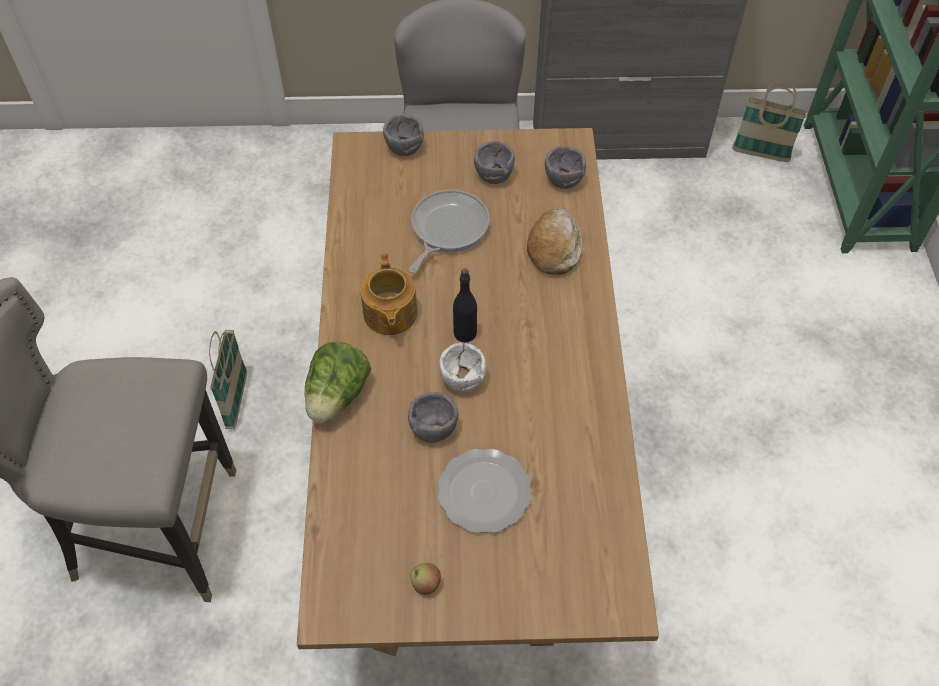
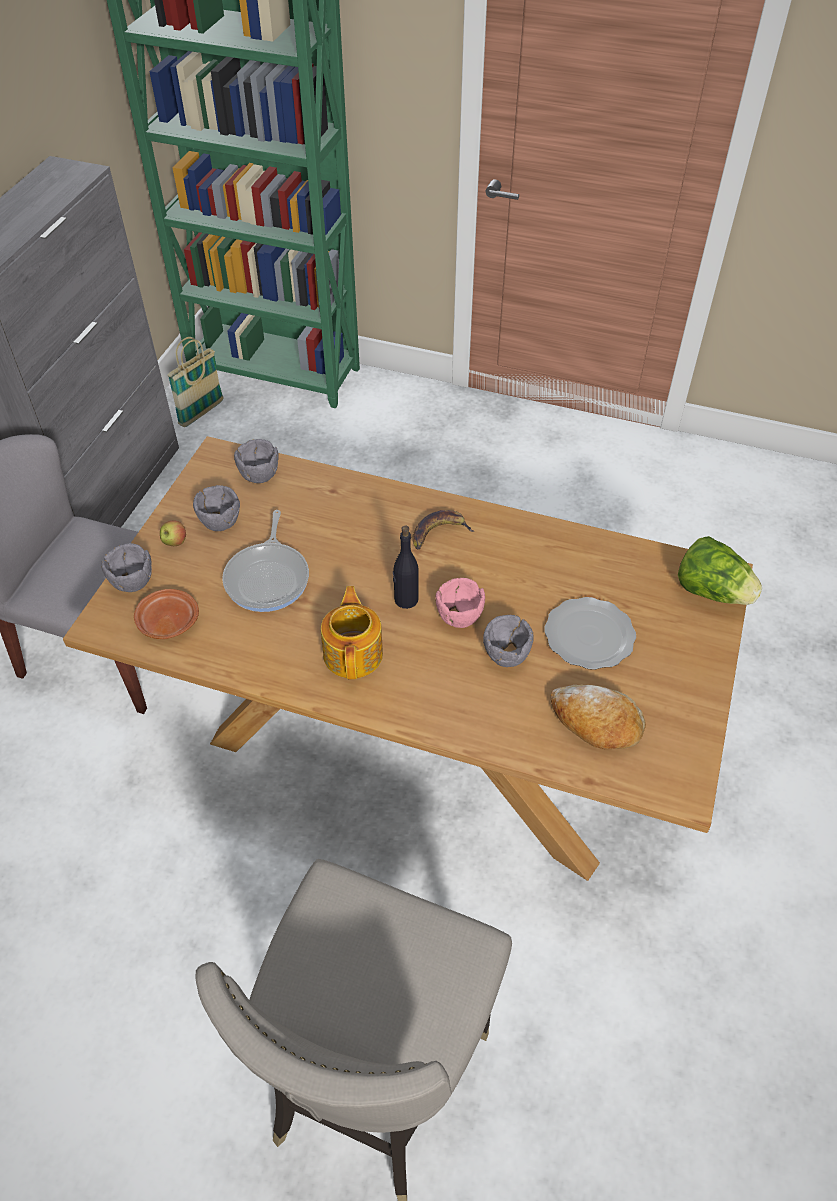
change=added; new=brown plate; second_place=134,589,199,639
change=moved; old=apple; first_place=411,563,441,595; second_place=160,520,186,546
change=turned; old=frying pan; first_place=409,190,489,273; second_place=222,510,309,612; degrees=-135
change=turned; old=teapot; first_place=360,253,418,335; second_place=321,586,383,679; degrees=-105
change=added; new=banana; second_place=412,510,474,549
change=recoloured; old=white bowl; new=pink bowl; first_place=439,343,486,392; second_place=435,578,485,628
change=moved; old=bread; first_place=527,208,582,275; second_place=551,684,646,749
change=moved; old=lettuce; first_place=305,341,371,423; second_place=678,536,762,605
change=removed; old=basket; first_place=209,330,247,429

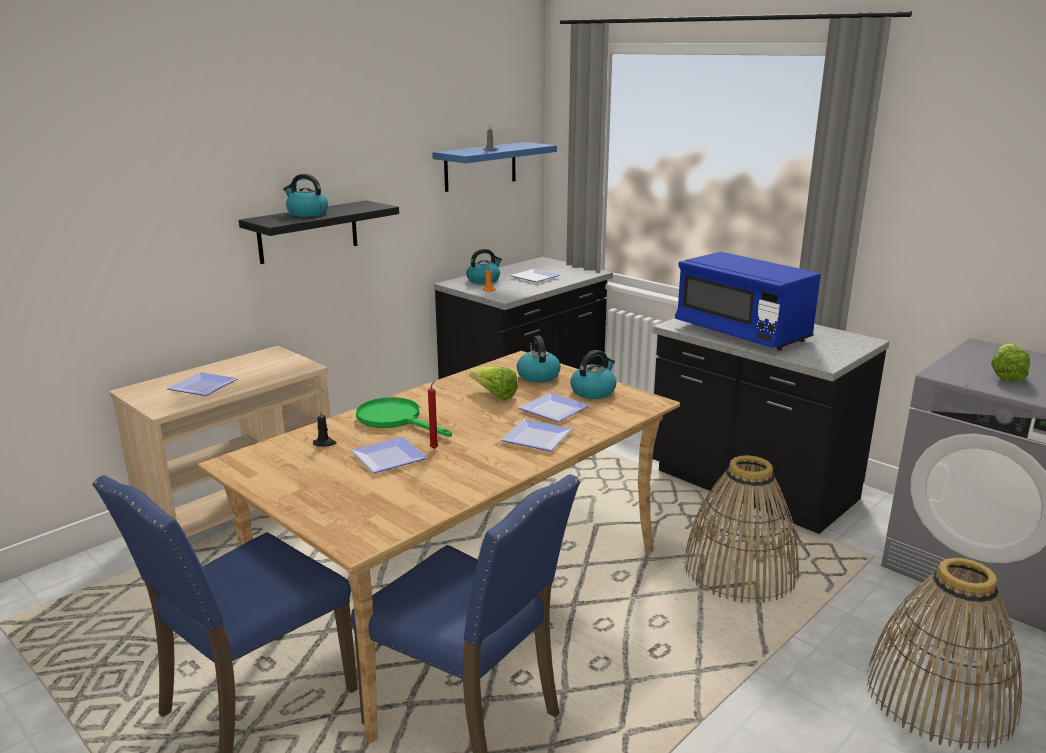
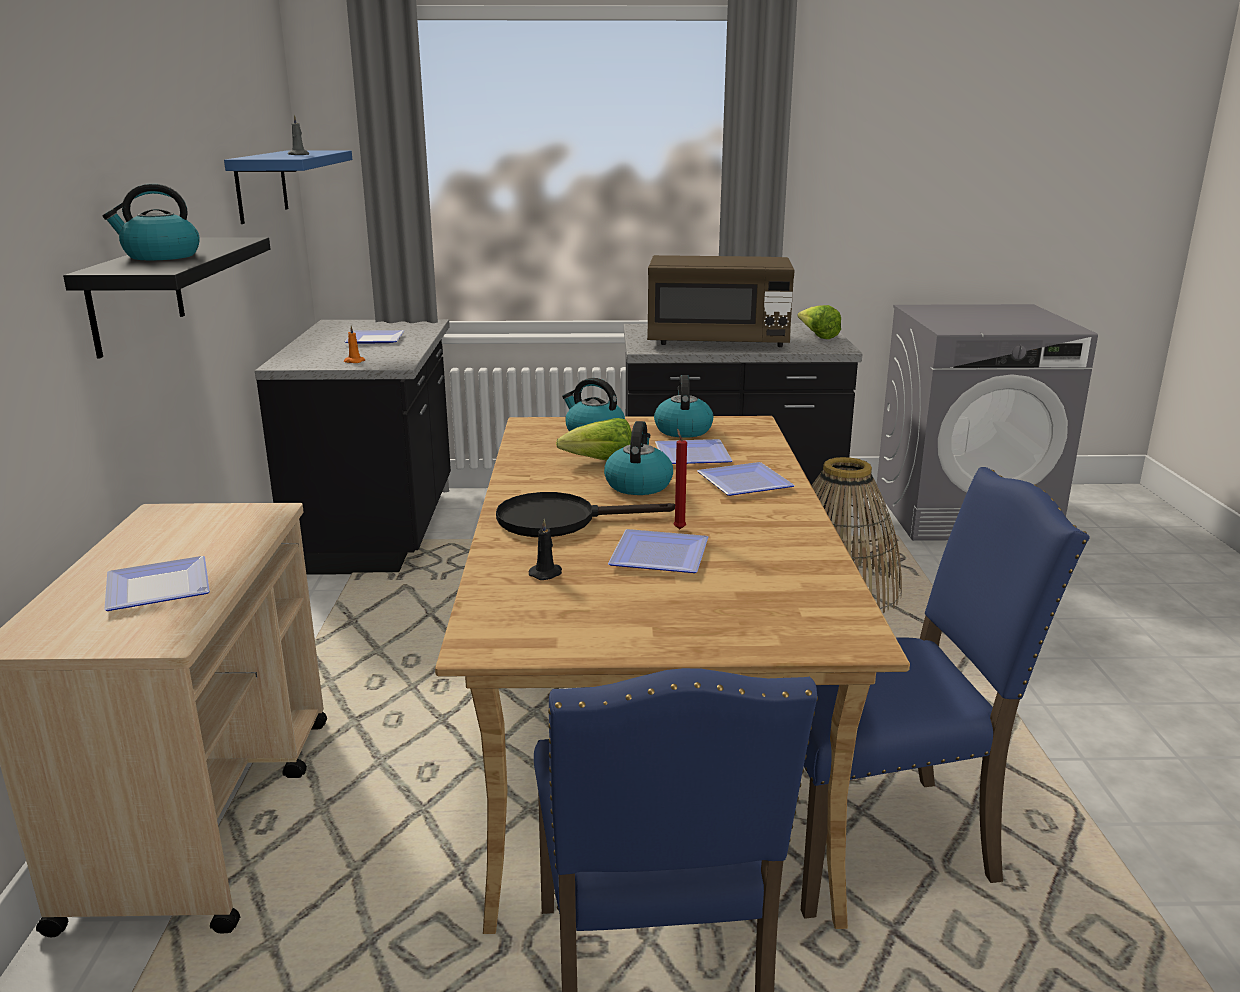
change=recoloured; old=green frying pan; new=black frying pan; first_place=356,397,452,437; second_place=496,492,675,537
change=moved; old=kettle; first_place=466,249,502,284; second_place=604,421,673,495
change=recoloured; old=blue microwave; new=brown microwave; first_place=675,252,821,350; second_place=647,255,795,347
change=moved; old=lettuce; first_place=991,344,1030,382; second_place=797,305,841,339
change=removed; old=basket; first_place=867,558,1022,750

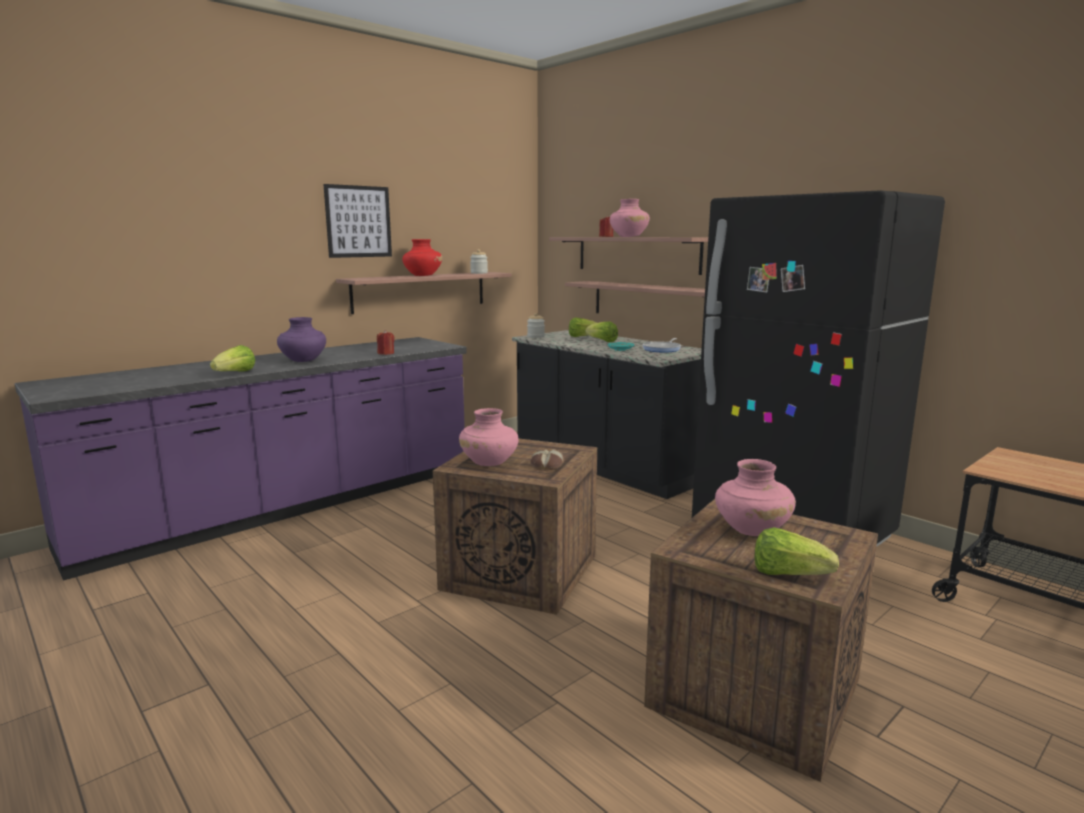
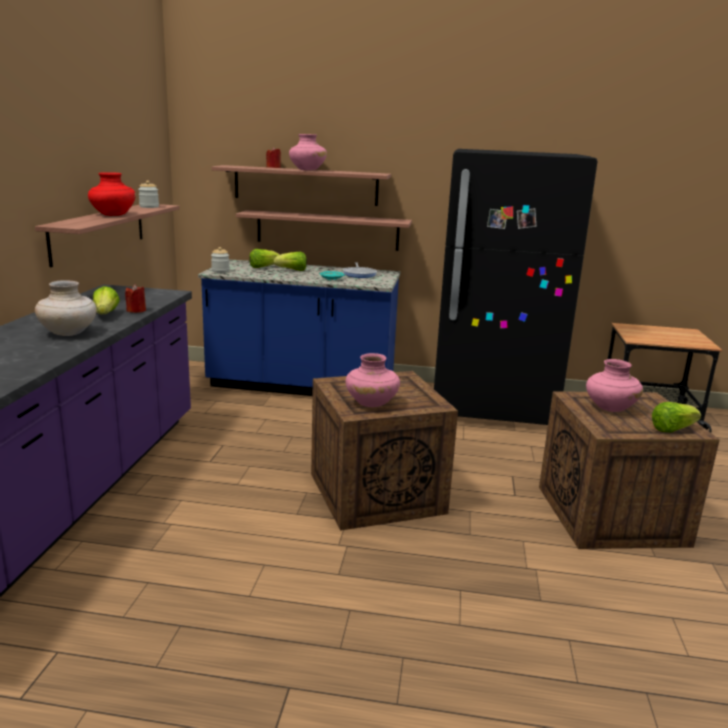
change=recoloured; old=purple vase; new=beige vase; first_place=277,317,326,362; second_place=35,280,97,336
change=moved; old=lettuce; first_place=210,345,255,372; second_place=93,286,120,314
change=recoloured; old=black counter; new=blue counter; first_place=512,330,702,499; second_place=198,259,400,396
change=removed; old=picture; first_place=323,184,392,258
change=removed; old=bread; first_place=530,449,564,470

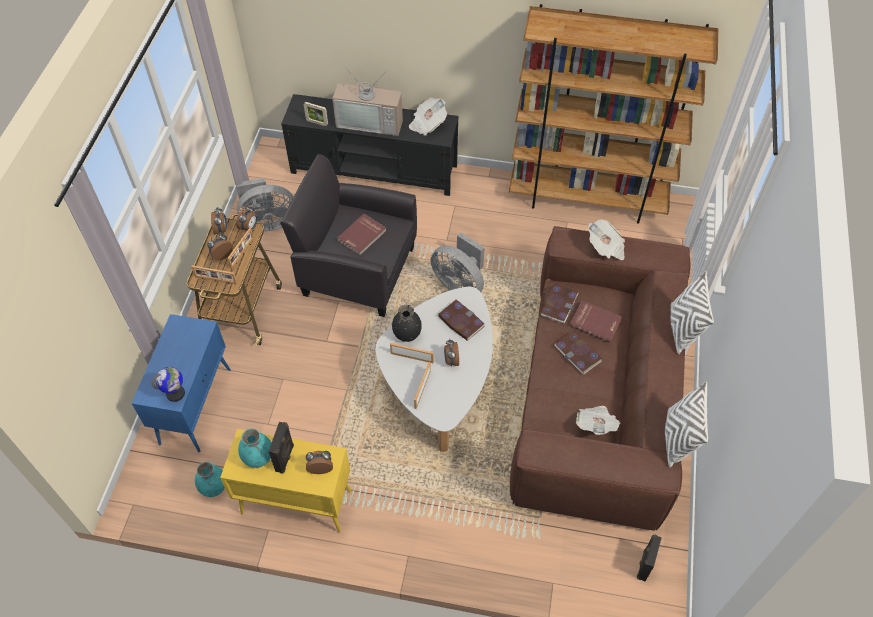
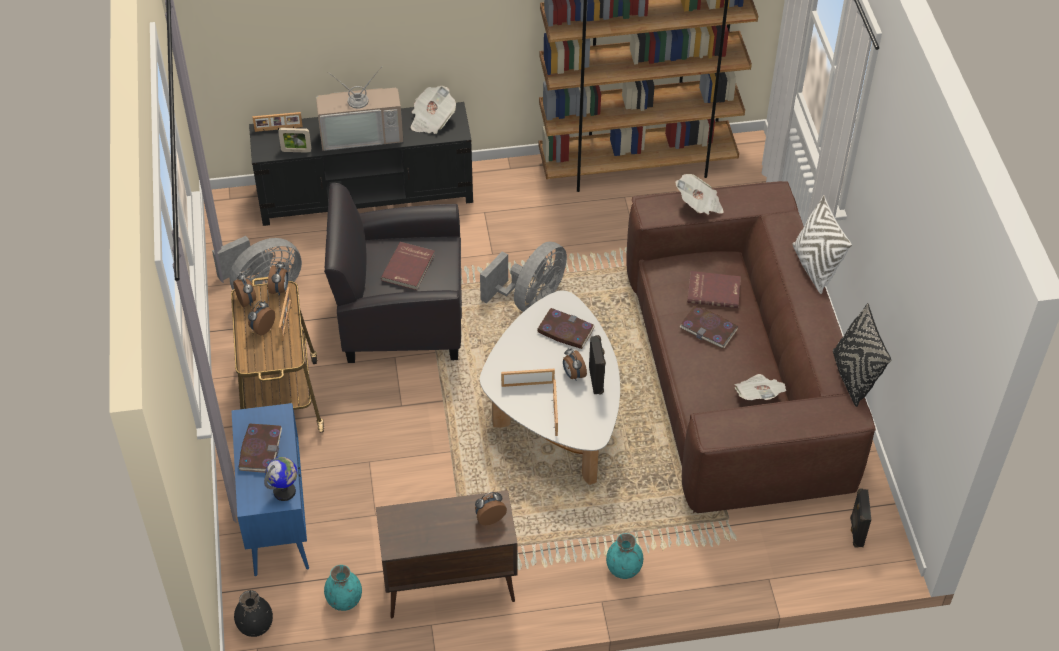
change=moved; old=black vase; first_place=392,305,422,342; second_place=234,590,273,637
change=moved; old=book; first_place=541,283,578,324; second_place=239,423,282,473
change=moved; old=picture frame; first_place=191,265,237,285; second_place=253,112,303,132
change=recoloured; old=yellow cabinet; new=brown cabinet; first_place=220,429,351,533; second_place=376,490,518,618
change=turned; old=grey fan; first_place=431,232,485,292; second_place=480,242,567,312; degrees=-75
change=moved; old=black speaker; first_place=268,422,294,474; second_place=589,335,606,395
change=moved; old=turquoise vase; first_place=238,428,271,468; second_place=606,533,643,579
change=recoloured; old=white pillow; new=black pillow; first_place=665,381,708,467; second_place=833,303,891,407

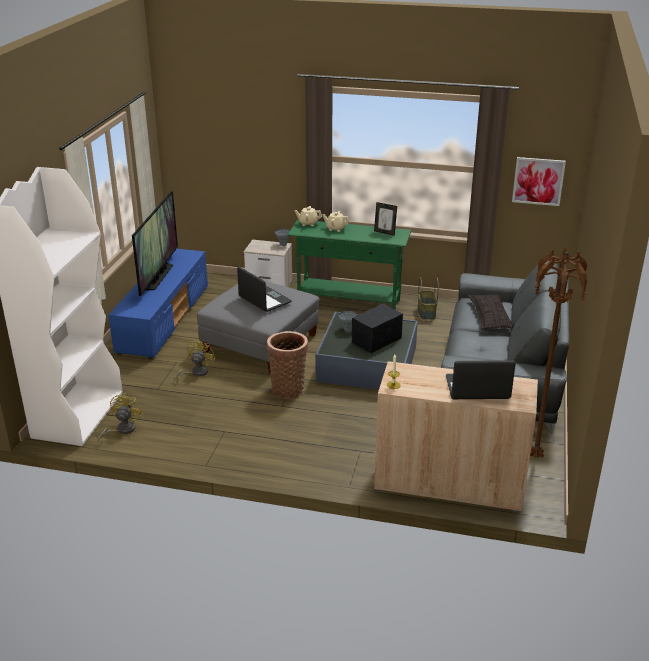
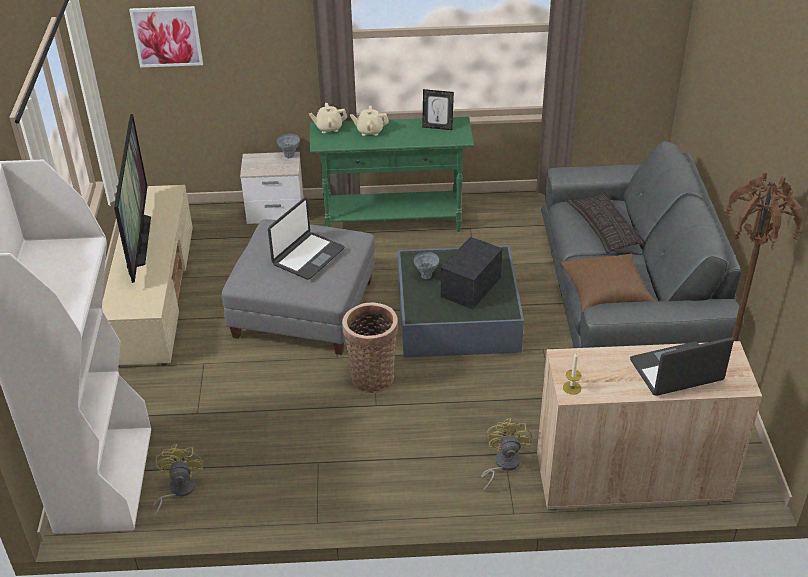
change=recoloured; old=blue tv stand; new=beige tv stand; first_place=108,249,208,359; second_place=102,185,193,367
change=moved; old=picture; first_place=512,157,566,206; second_place=129,6,203,67
change=turned; old=laptop; first_place=237,267,292,312; second_place=268,197,345,280; degrees=90
change=moved; old=yellow fan; first_place=174,339,216,381; second_place=481,418,532,491
change=added; new=brown pillow; second_place=561,253,655,312
change=removed; old=basket; first_place=418,277,439,320

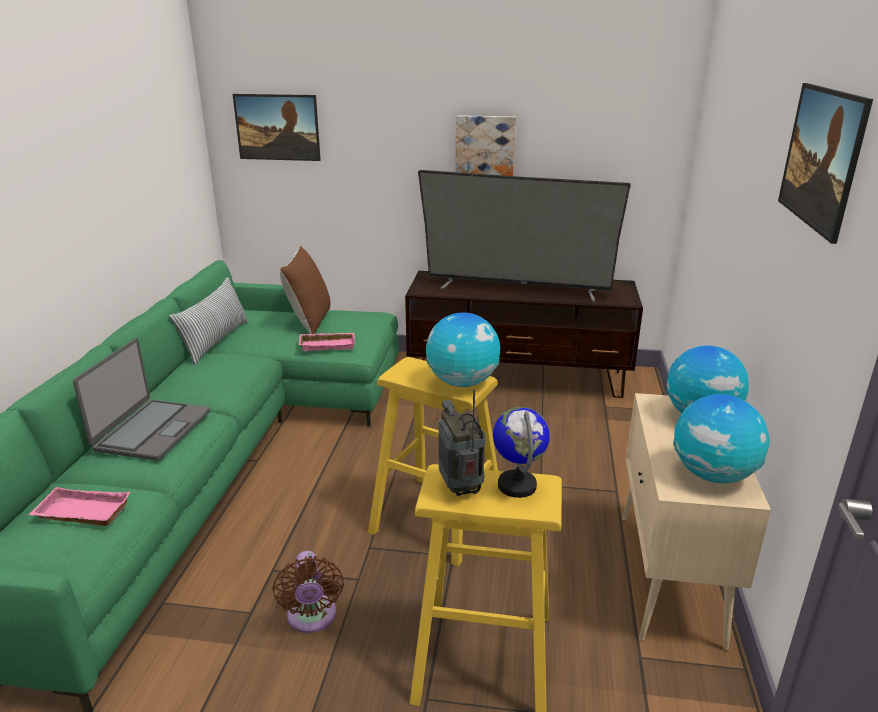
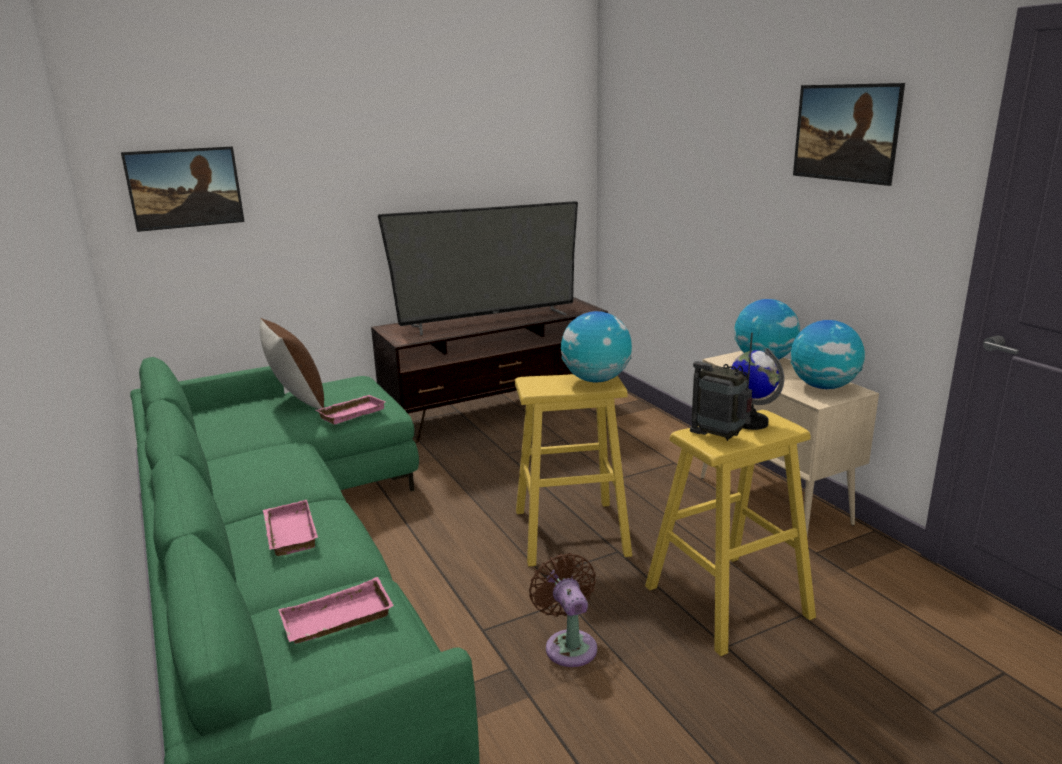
change=replaced; old=laptop; new=pink tray; first_place=73,338,211,461; second_place=263,500,318,556
change=turned; old=brown fan; first_place=272,551,344,633; second_place=529,553,597,667; degrees=-150
change=removed; old=pillow; first_place=169,277,248,365
change=removed; old=picture; first_place=455,115,516,176

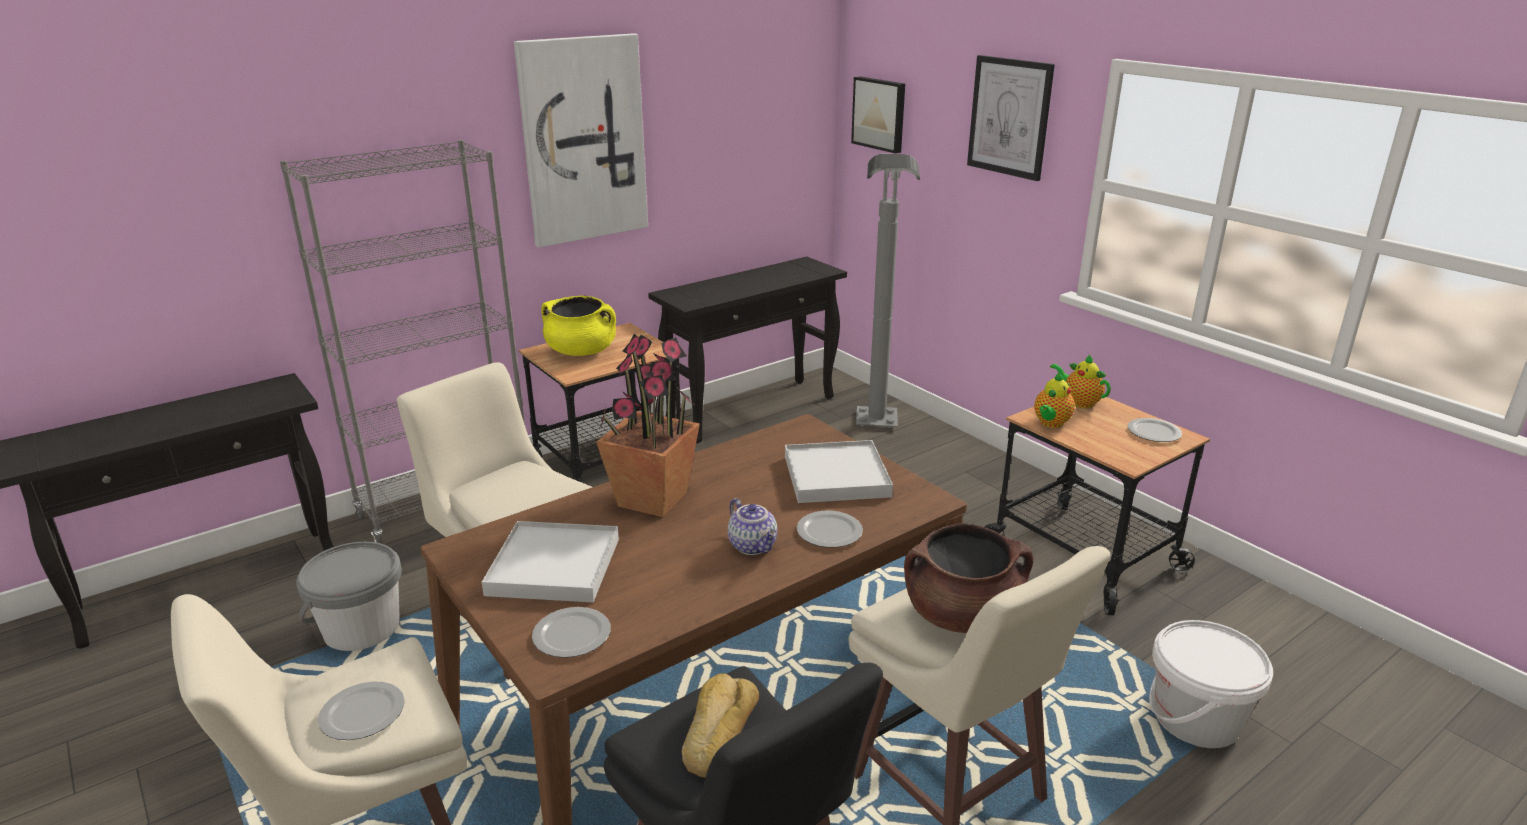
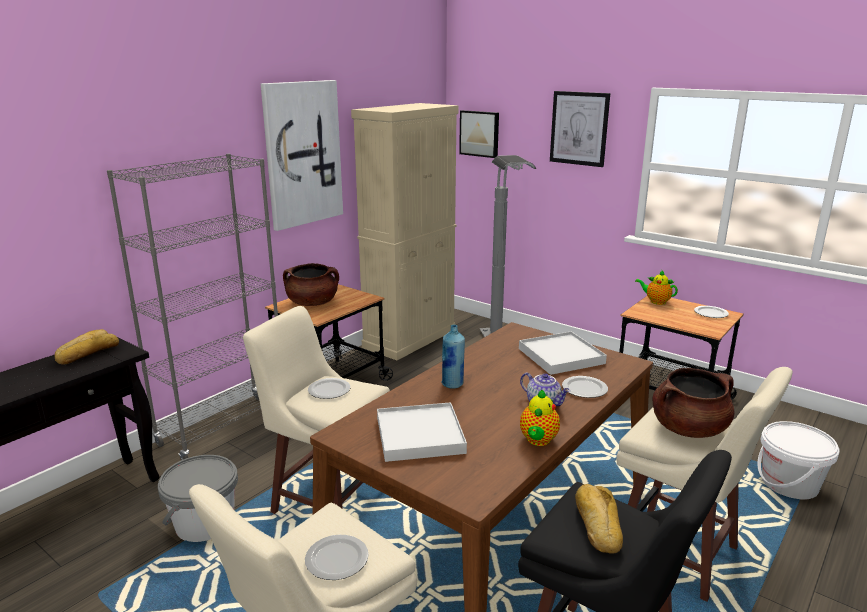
change=added; new=bread; second_place=54,329,119,365
change=recoloured; old=yellow cooking pot; new=brown cooking pot; first_place=541,296,616,356; second_place=283,263,339,306
change=moved; old=plate; first_place=532,607,611,658; second_place=308,378,350,399
change=replaced; old=black console table; new=beige cabinet; first_place=648,257,847,444; second_place=351,103,459,360
change=replaced; old=potted plant; new=blue bottle; first_place=596,334,700,517; second_place=442,324,465,389
change=moved; old=teapot; first_place=1034,373,1075,428; second_place=520,390,560,446

